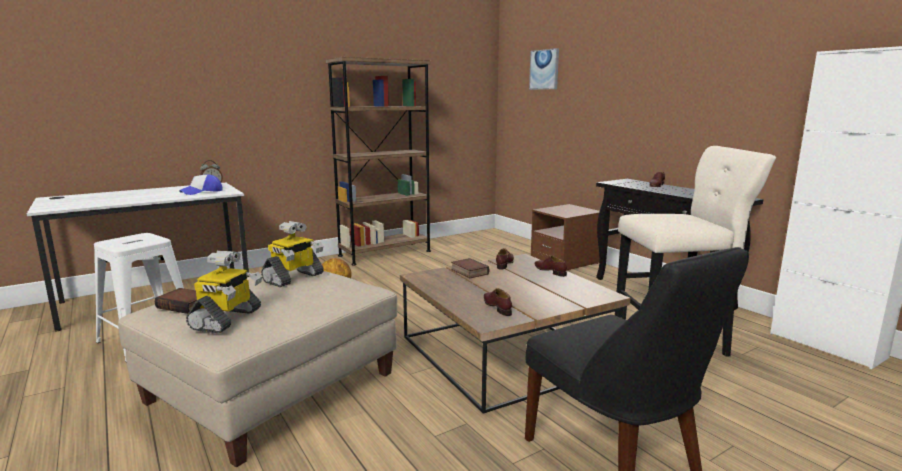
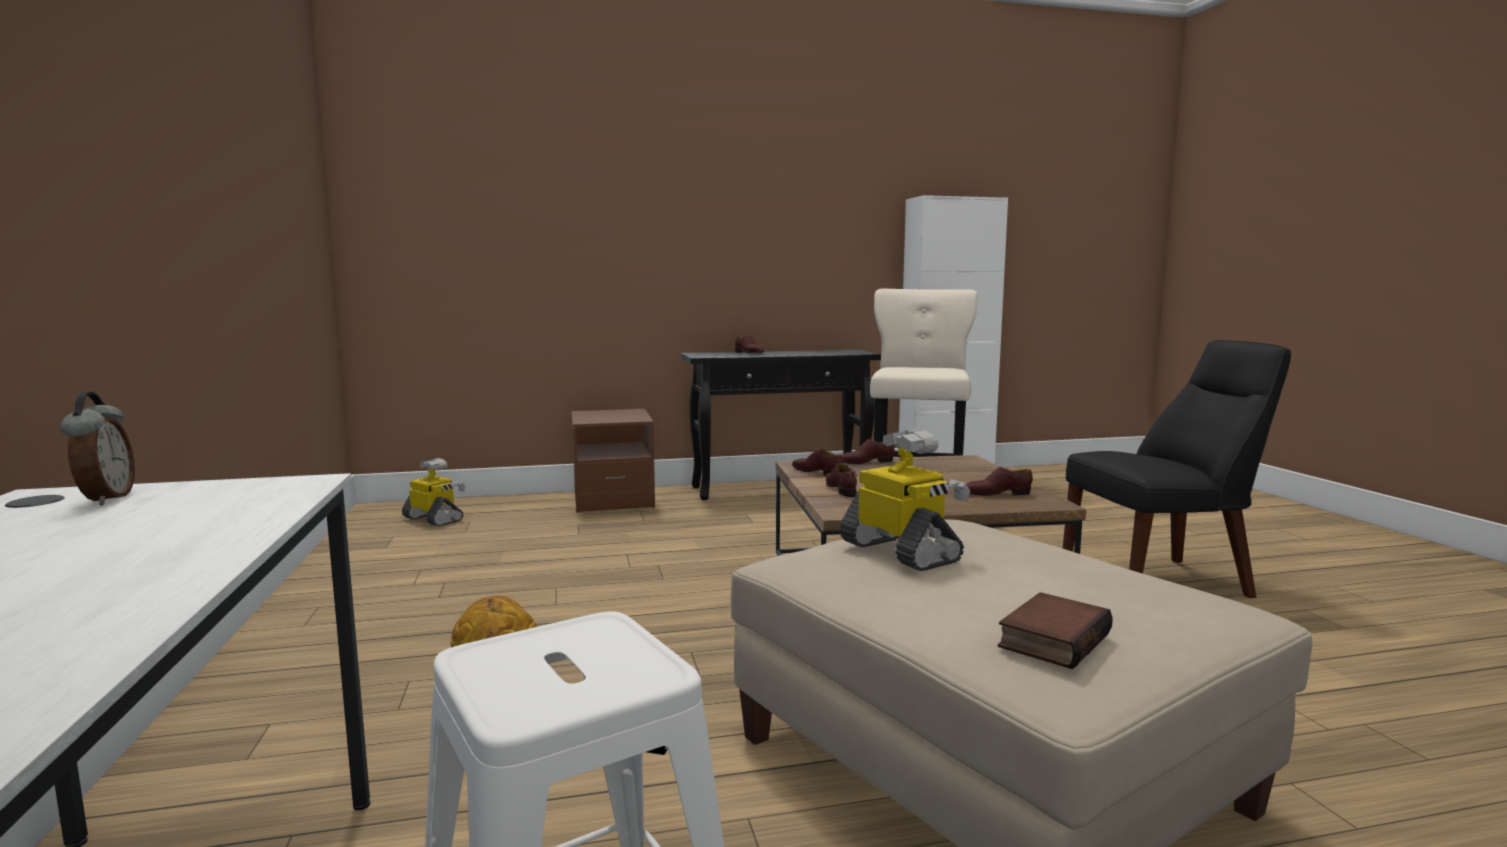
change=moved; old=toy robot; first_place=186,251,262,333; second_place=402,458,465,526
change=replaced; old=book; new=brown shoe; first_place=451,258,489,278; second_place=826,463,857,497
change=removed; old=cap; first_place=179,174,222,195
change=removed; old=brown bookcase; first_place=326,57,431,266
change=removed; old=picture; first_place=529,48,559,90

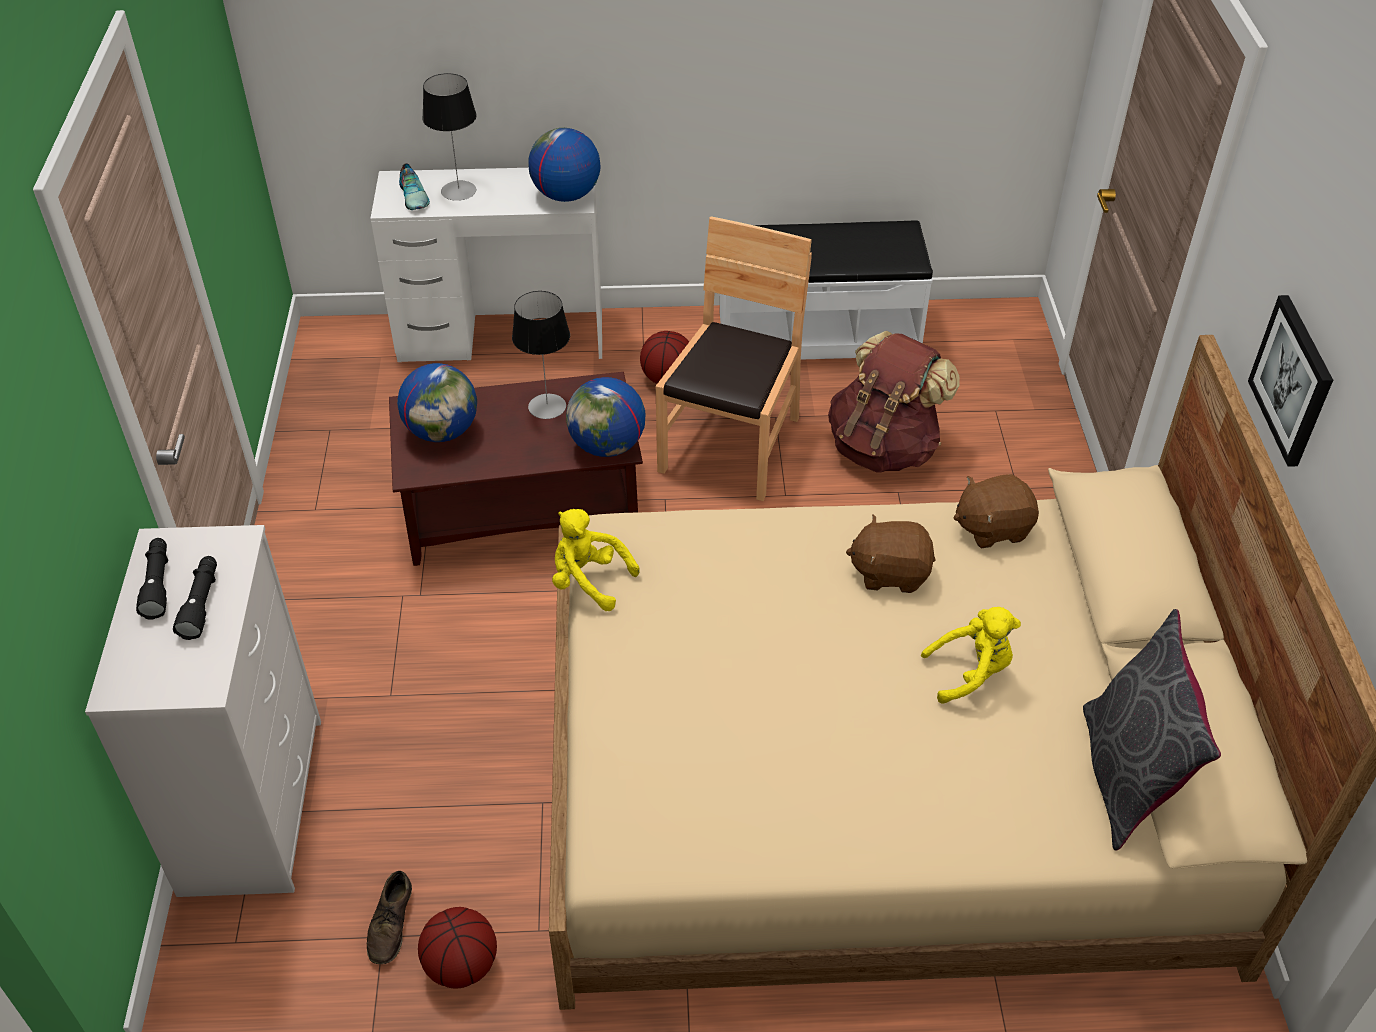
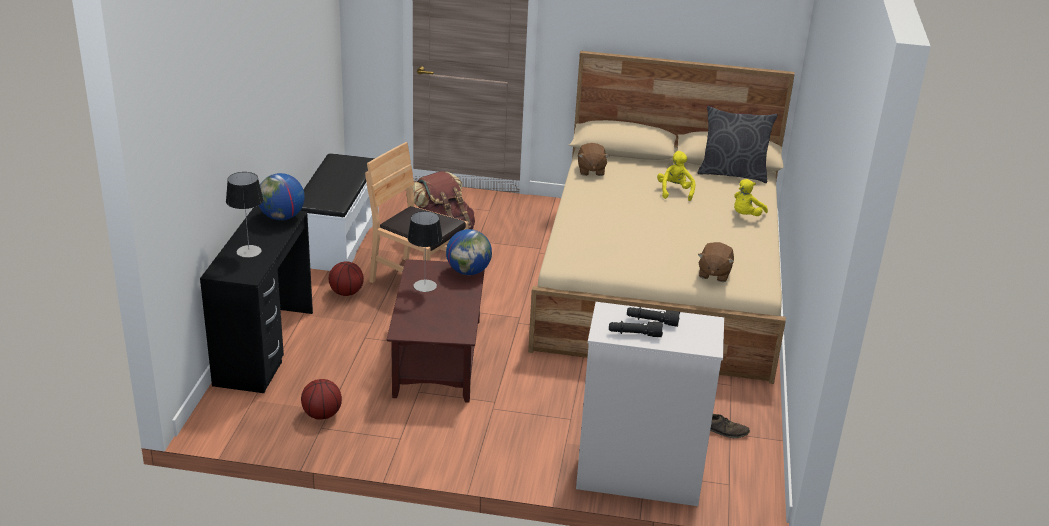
change=recoloured; old=white desk; new=black desk; first_place=370,168,602,362; second_place=200,206,313,393
change=moved; old=basketball; first_place=418,907,497,988; second_place=301,379,342,420
change=moved; old=brown plush toy; first_place=846,514,935,593; second_place=698,242,734,282
change=moved; old=yellow plush toy; first_place=552,509,640,611; second_place=734,179,768,216
change=removed; old=globe; first_place=397,363,477,442
change=removed; old=shoe; first_place=399,163,430,210
change=removed; old=picture; first_place=1248,295,1333,467

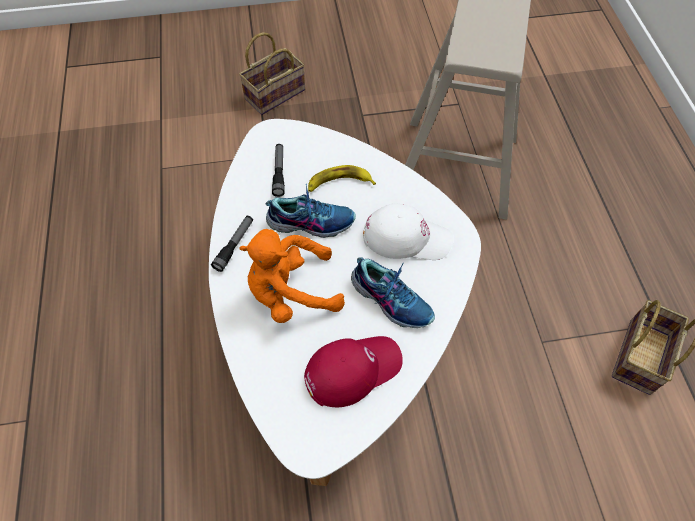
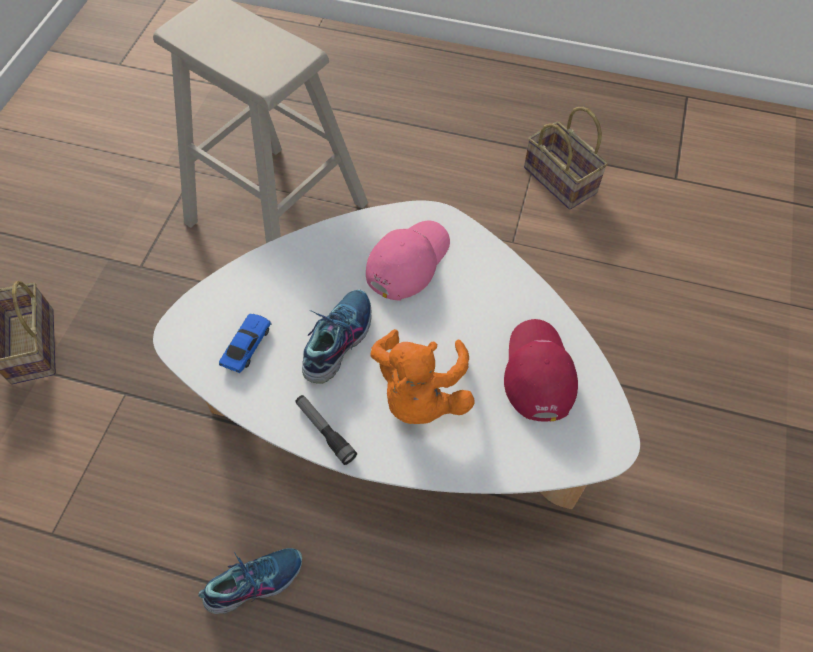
change=moved; old=shoe; first_place=351,257,435,328; second_place=198,548,302,614
change=replaced; old=flashlight; new=toy car; first_place=272,144,285,197; second_place=219,314,271,373
change=recoloured; old=white cap; new=pink cap; first_place=363,203,453,260; second_place=366,221,450,300
change=removed; old=banana; first_place=308,165,376,192

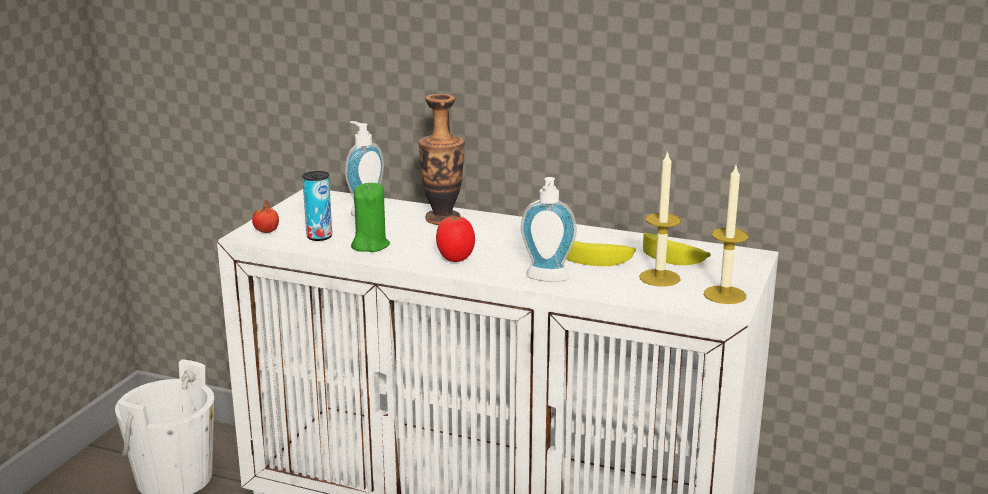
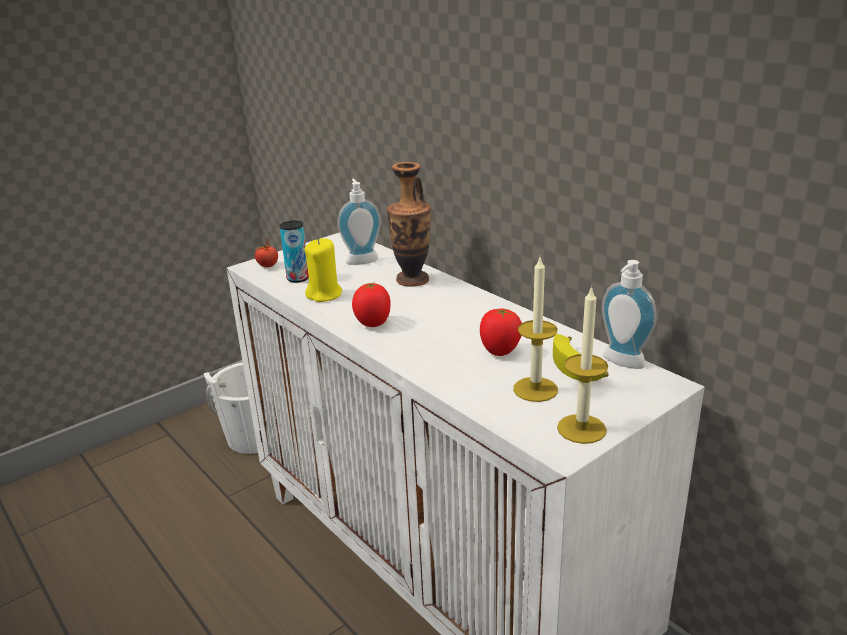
change=recoloured; old=green candle; new=yellow candle; first_place=351,183,390,252; second_place=305,238,342,302
change=replaced; old=banana; new=tomato; first_place=566,241,636,266; second_place=480,309,522,356
change=moved; old=soap dispenser; first_place=521,177,577,282; second_place=602,260,657,369

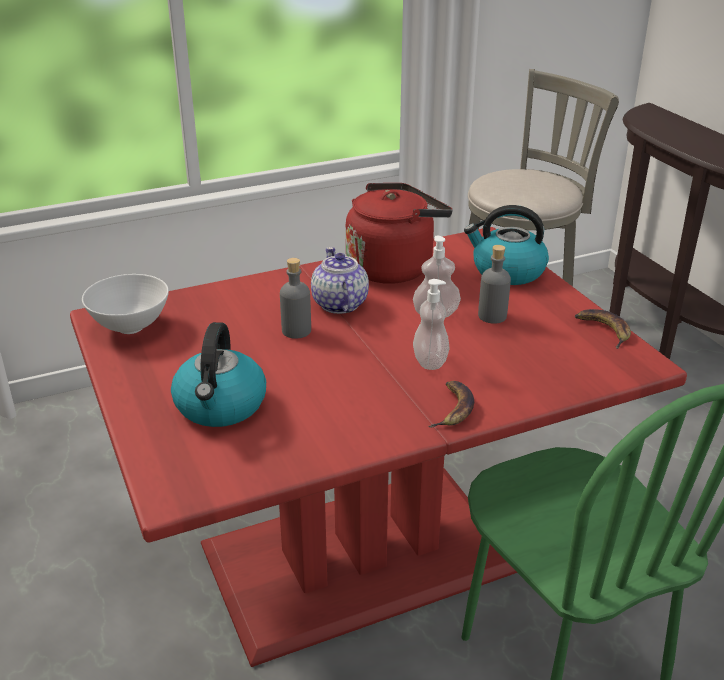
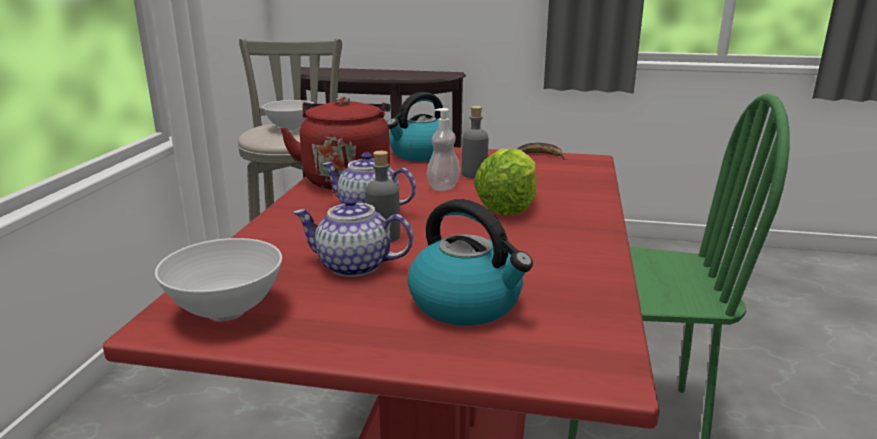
change=added; new=white bowl; second_place=262,100,315,131
change=added; new=teapot; second_place=293,197,413,277
change=replaced; old=soap dispenser; new=lettuce; first_place=413,279,450,370; second_place=474,149,537,215
change=removed; old=banana; first_place=428,381,474,428

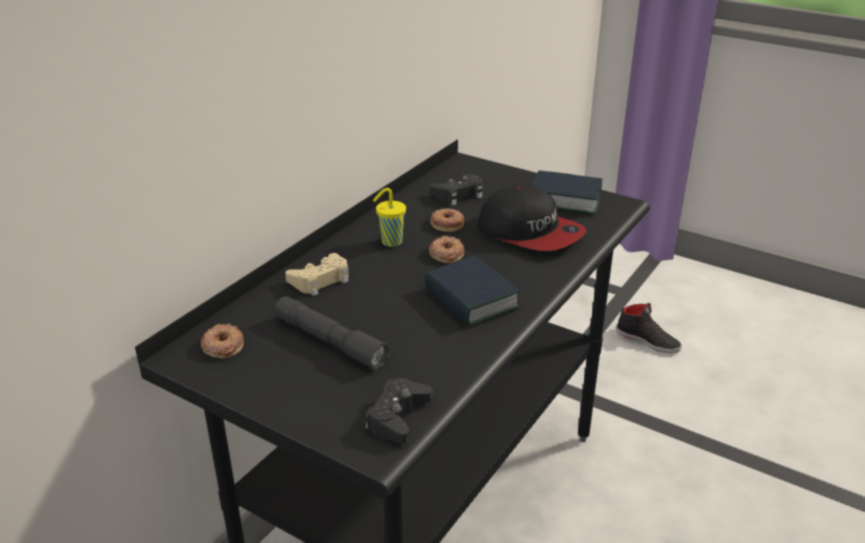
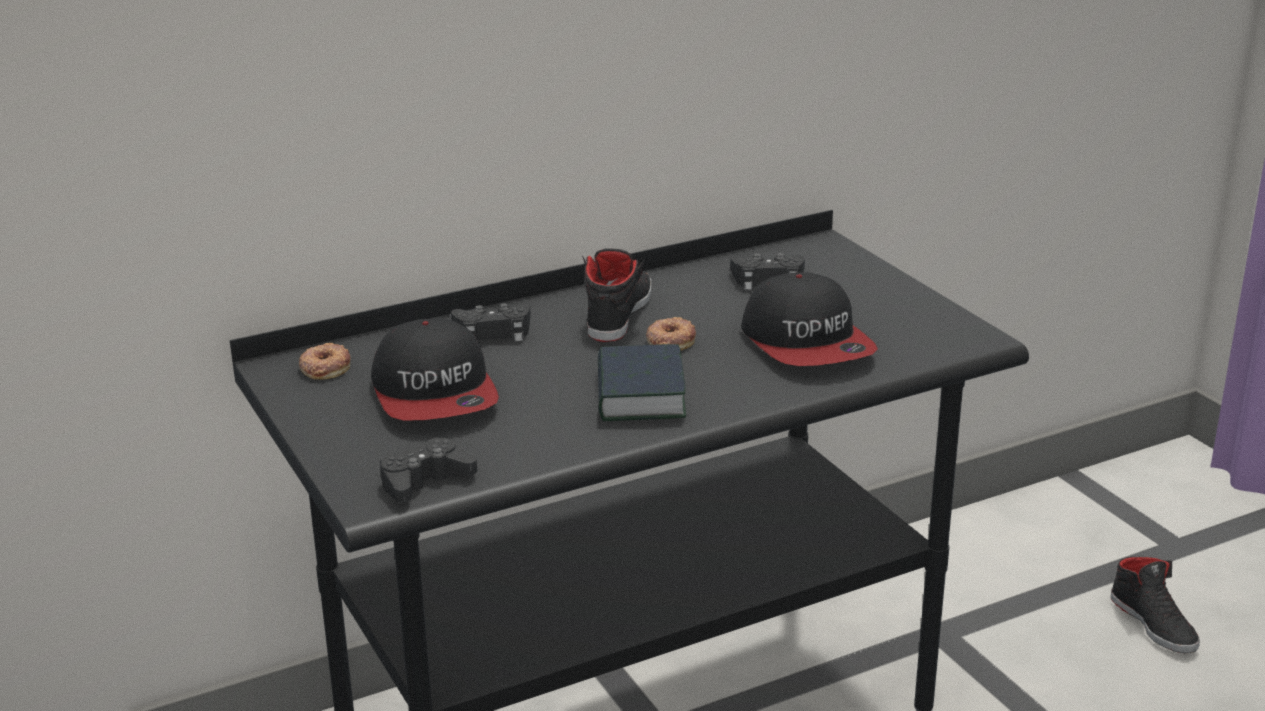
change=replaced; old=grey flashlight; new=cap; first_place=274,296,390,370; second_place=371,318,499,421
change=recoloured; old=beige game controller; new=black game controller; first_place=285,253,349,296; second_place=451,303,531,341
change=replaced; old=yellow cup; new=black shoe; first_place=373,188,406,247; second_place=582,248,651,342
change=removed; old=donut; first_place=431,208,464,232
change=removed; old=book; first_place=532,170,602,215

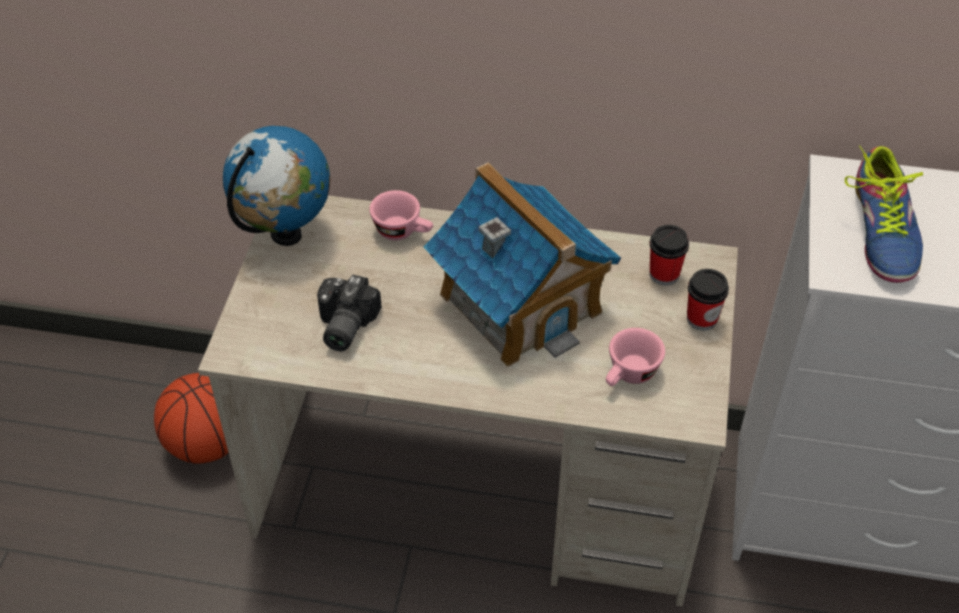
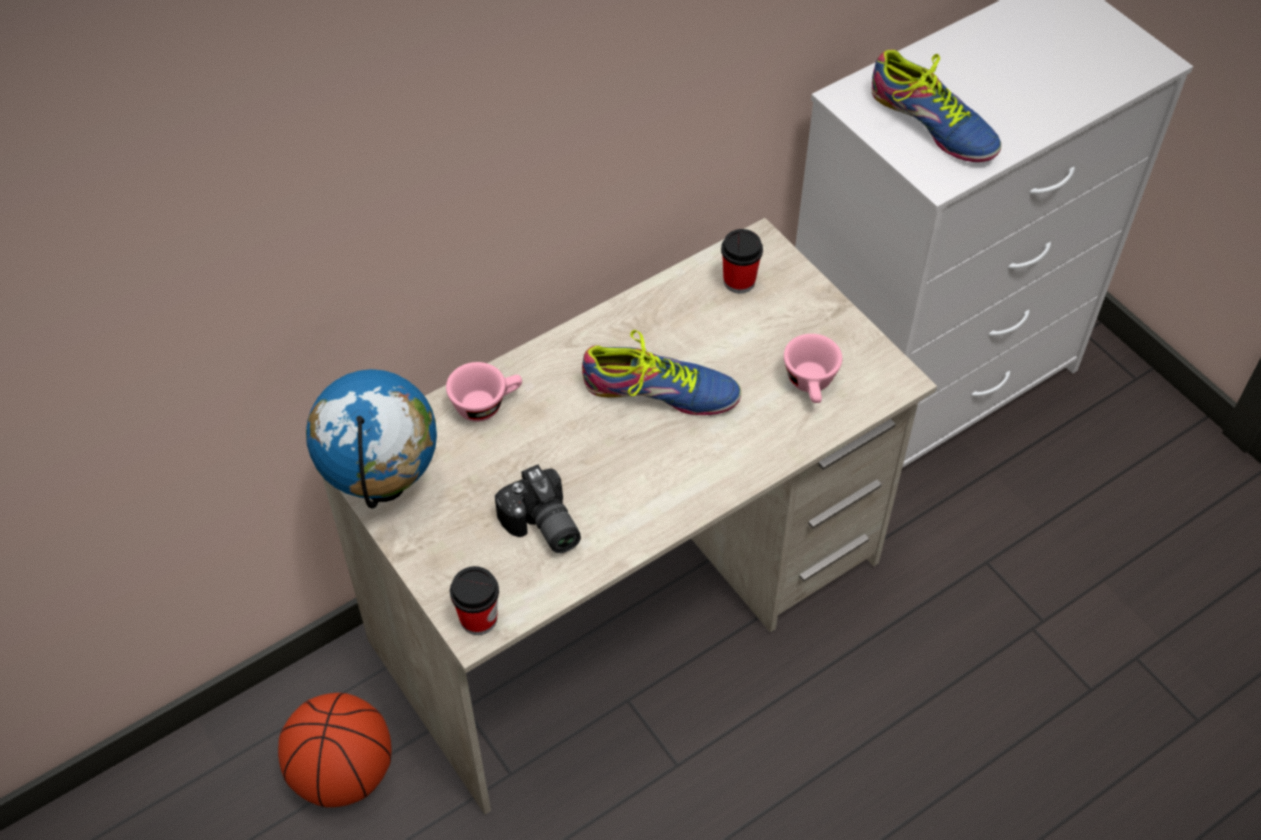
change=moved; old=cup; first_place=687,269,729,331; second_place=450,566,499,635
change=replaced; old=toy house; new=shoe; first_place=424,162,621,367; second_place=582,330,741,415

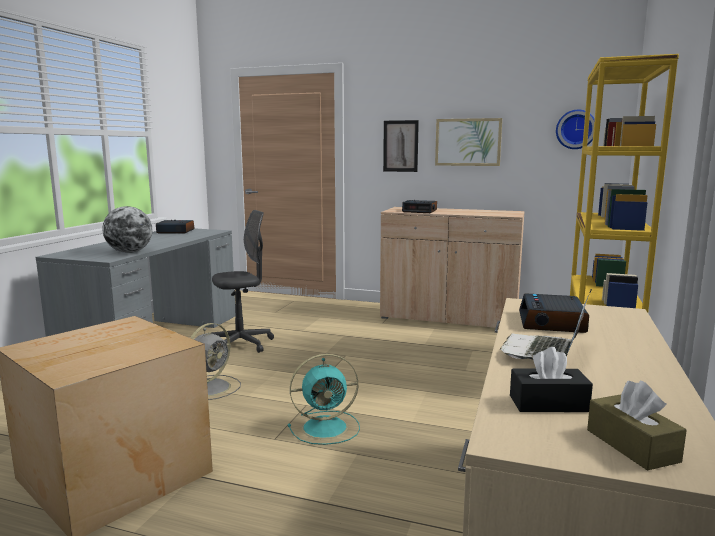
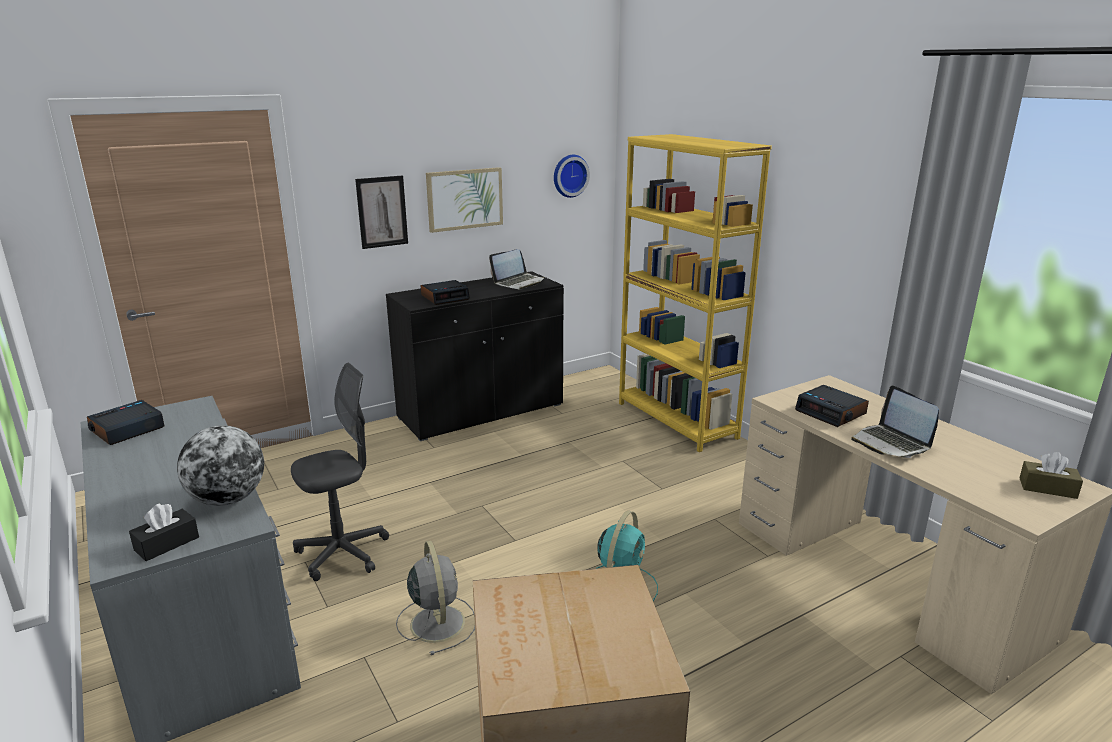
change=moved; old=black tissue box; first_place=510,347,593,412; second_place=129,504,199,561
change=turned; old=grey office chair; first_place=211,210,274,353; second_place=291,363,389,581; degrees=45
change=recoloured; old=beige cabinet; new=black cabinet; first_place=380,207,525,328; second_place=386,271,564,441
change=added; new=laptop; second_place=489,249,545,289

